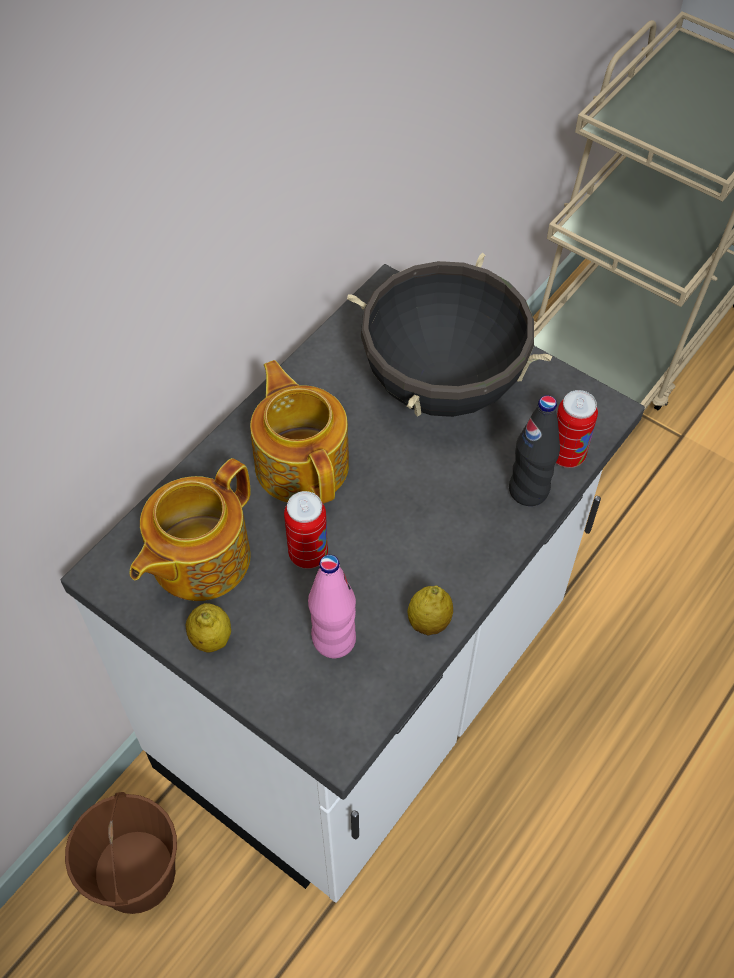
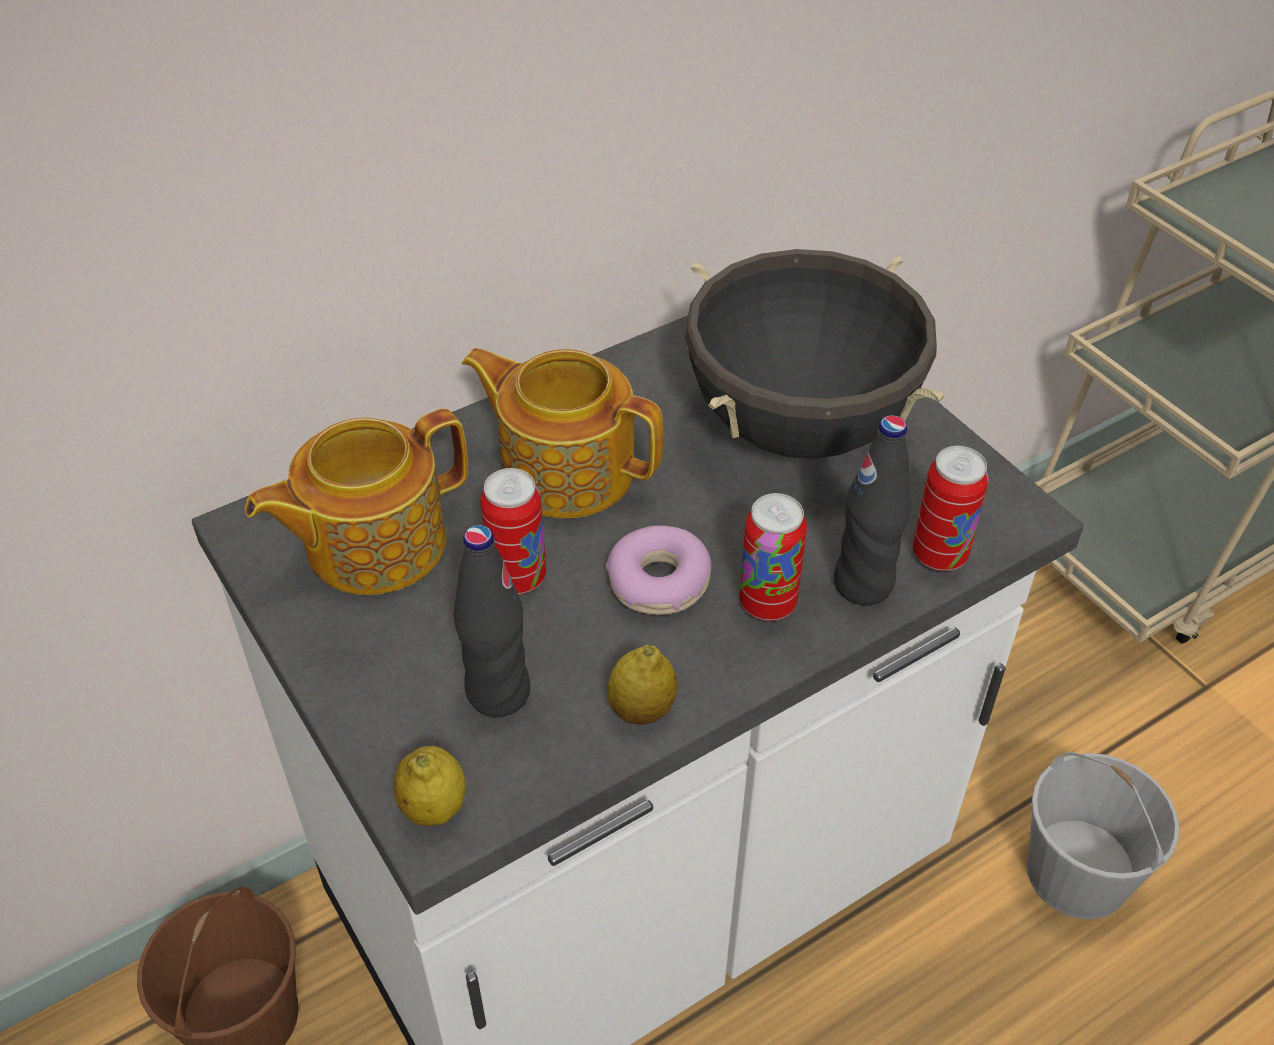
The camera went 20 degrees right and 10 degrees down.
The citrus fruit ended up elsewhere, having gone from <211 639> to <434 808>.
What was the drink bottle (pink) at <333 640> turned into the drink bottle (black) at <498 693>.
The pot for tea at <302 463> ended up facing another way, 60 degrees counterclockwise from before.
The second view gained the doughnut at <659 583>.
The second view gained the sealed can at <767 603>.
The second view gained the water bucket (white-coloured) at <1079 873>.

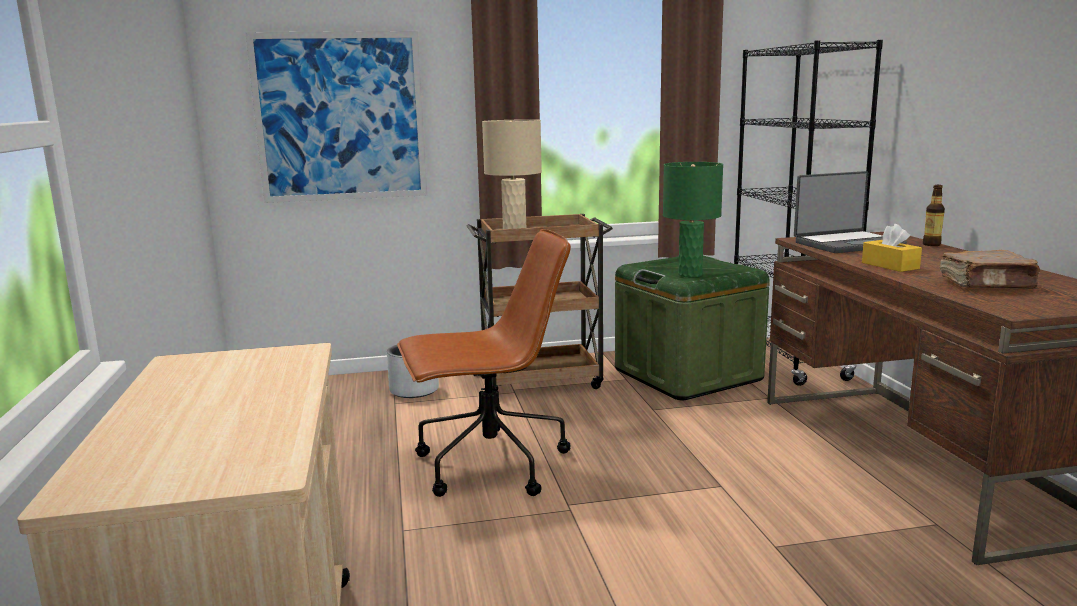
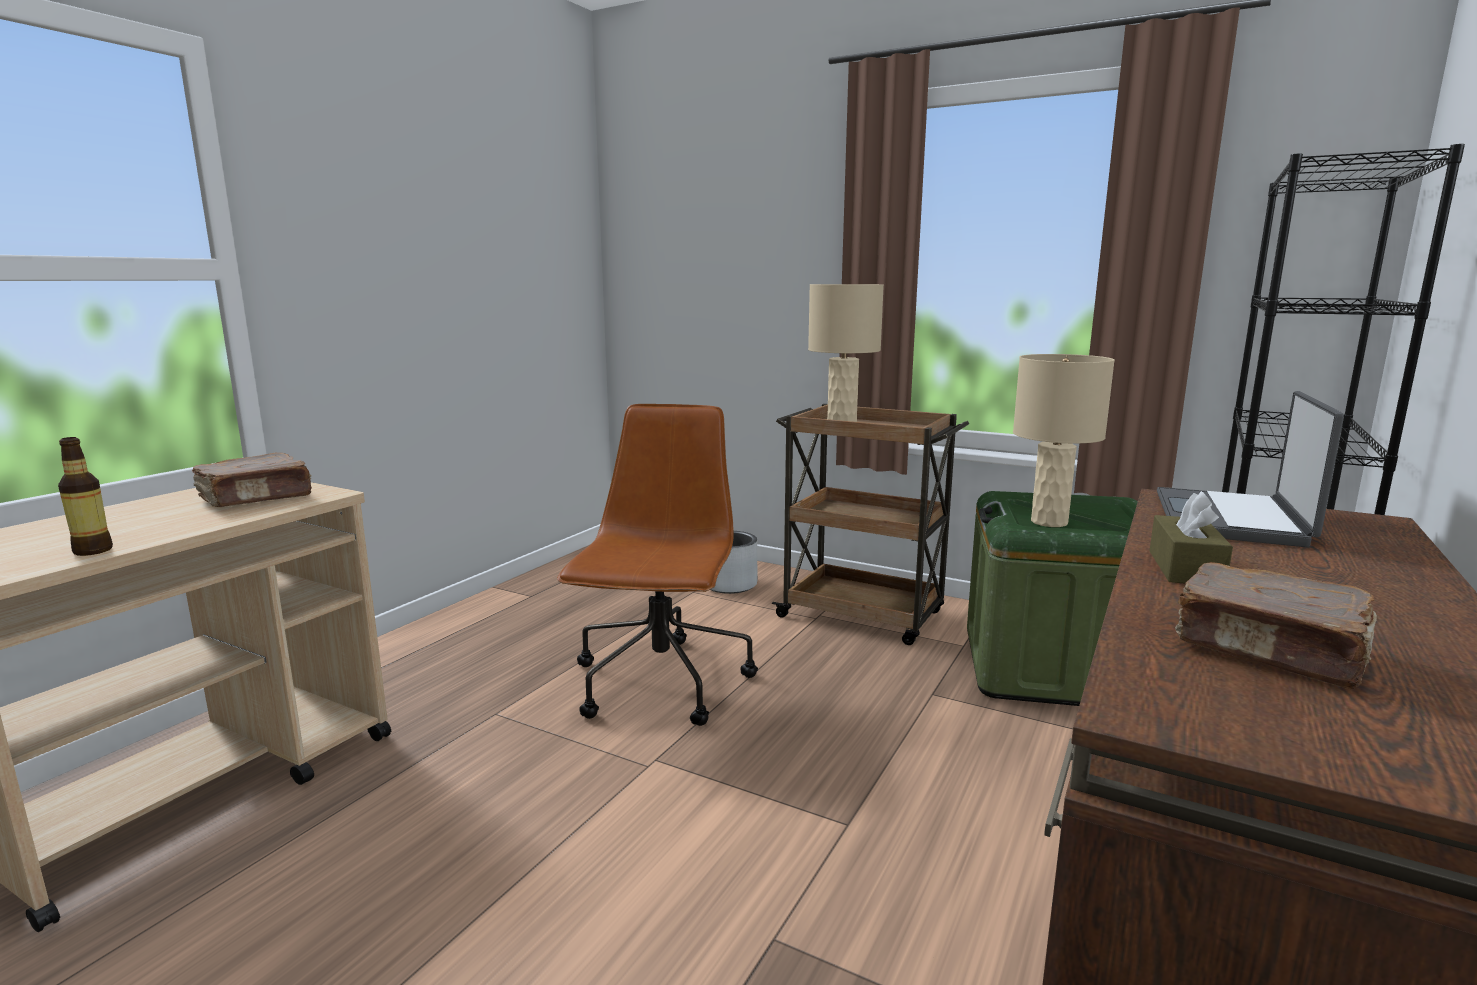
The camera went 40 degrees right and 0 degrees up.
The drink bottle ended up elsewhere, having gone from <931 244> to <93 551>.
The second view gained the book (brownish) at <257 498>.
The desk chair (brownish) at <489 465> ended up facing another way, 105 degrees counterclockwise from before.
What was the tabletop lamp (green) at <690 274> turned into the tabletop lamp (beige-coloured) at <1050 522>.
What was the tissue holder (yellow-coloured) at <890 265> turned into the tissue holder (brownish) at <1185 568>.
The notebook computer at <847 244> ended up facing another way, 90 degrees clockwise from before.
The second view lost the wall picture at <340 117>.

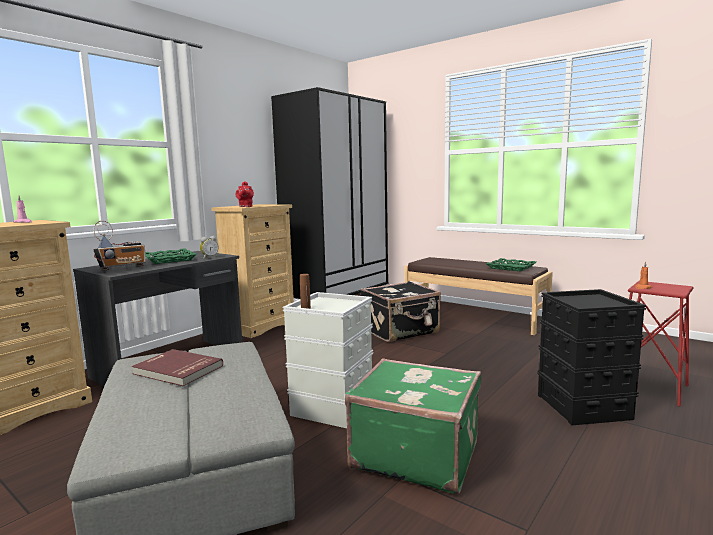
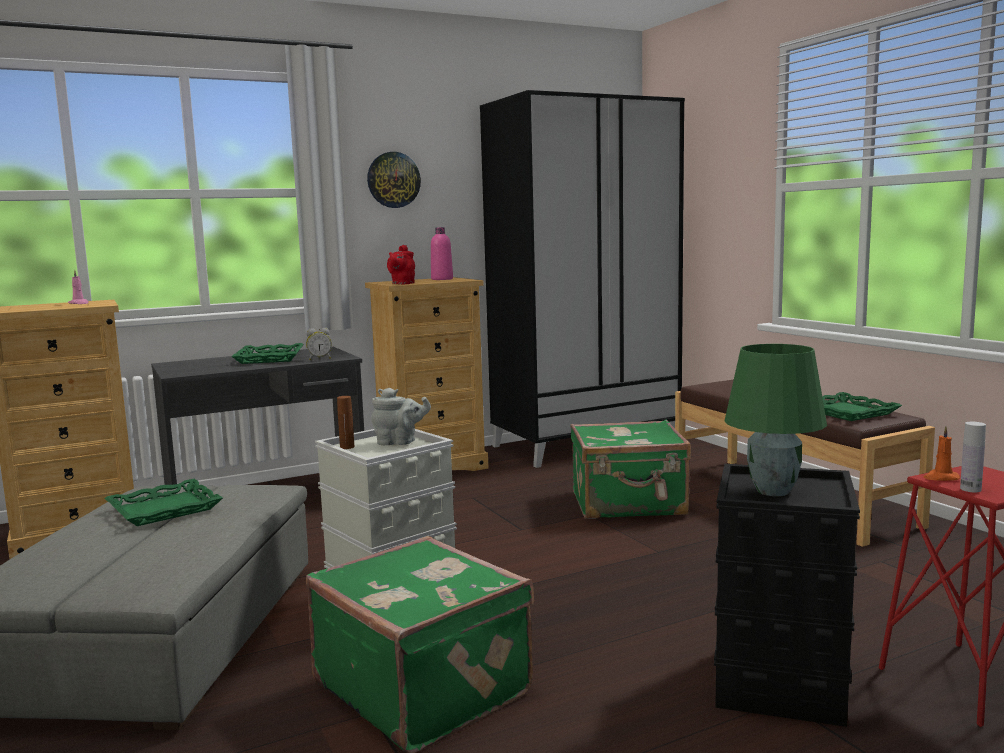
The camera went 25 degrees right and 0 degrees up.
Where the book (red) stood at <177 370>, the carrying tray (green) came to stand at <164 509>.
The second view gained the clock on the wall at <393 180>.
The second view gained the pot for tea (grey) at <399 442>.
The second view gained the drink bottle (pink) at <442 279>.
What was the travel case (black) at <401 331> turned into the travel case (green) at <629 504>.
The second view gained the tabletop lamp (green) at <772 491>.
The second view gained the drink bottle (white-coloured) at <970 489>.
The second view lost the radio at <123 269>.

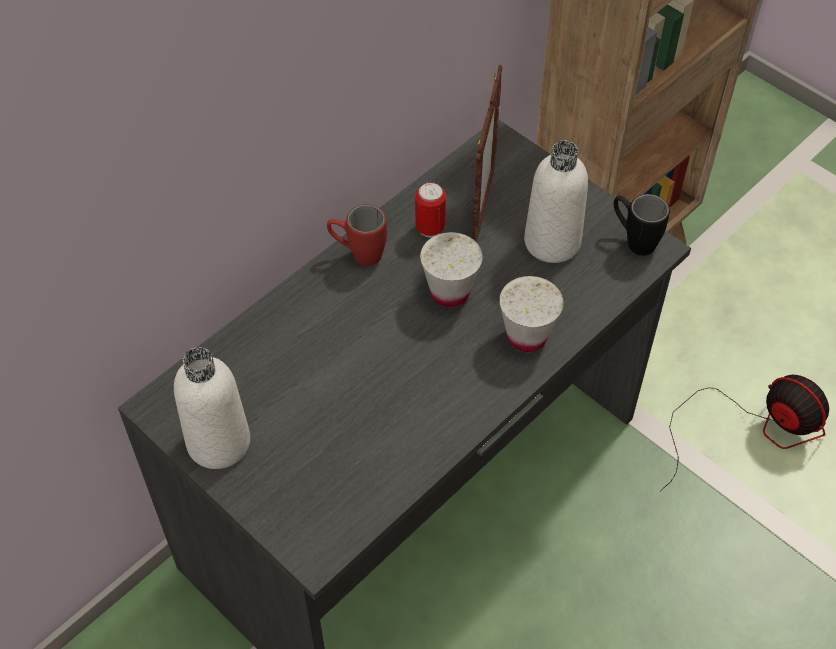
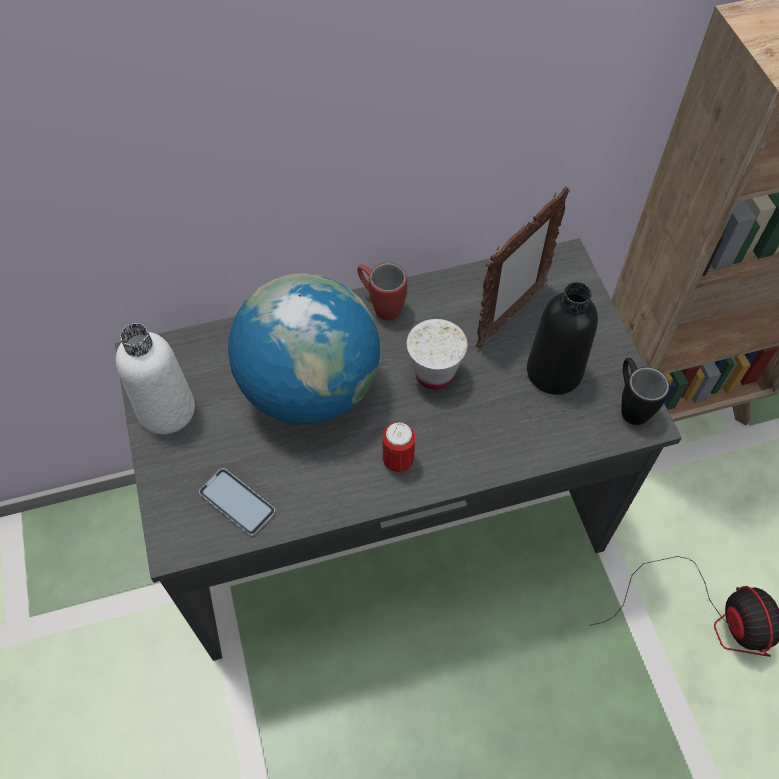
The camera went 30 degrees right and 5 degrees up.
The second view gained the handset at <237 502>.
The second view gained the desk globe at <310 387>.
The sealed can ended up elsewhere, having gone from <430 228> to <398 461>.
What was the drink bottle (white-coloured) at <552 242> turned into the drink bottle (black) at <554 372>.
The second view lost the drinking cup (white-coloured) at <527 337>.

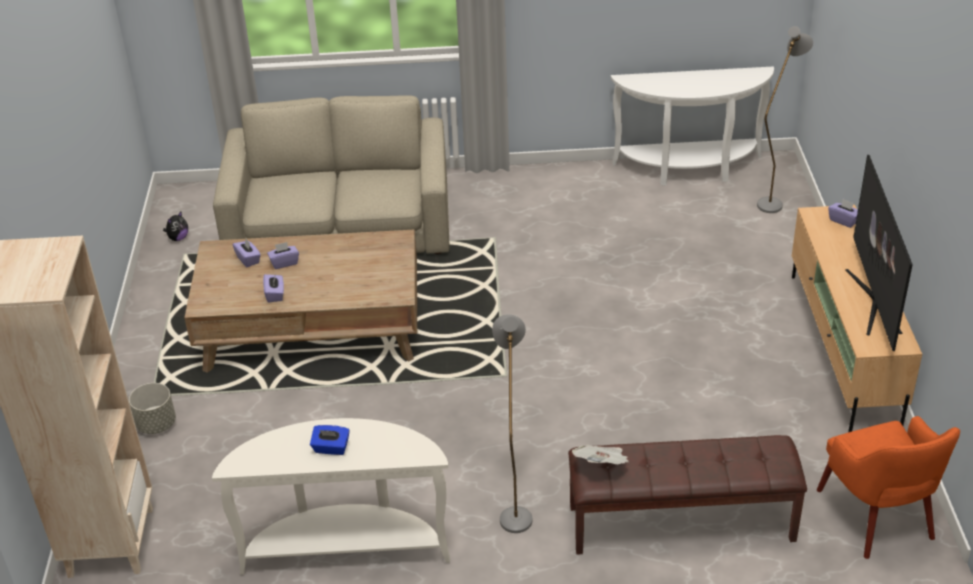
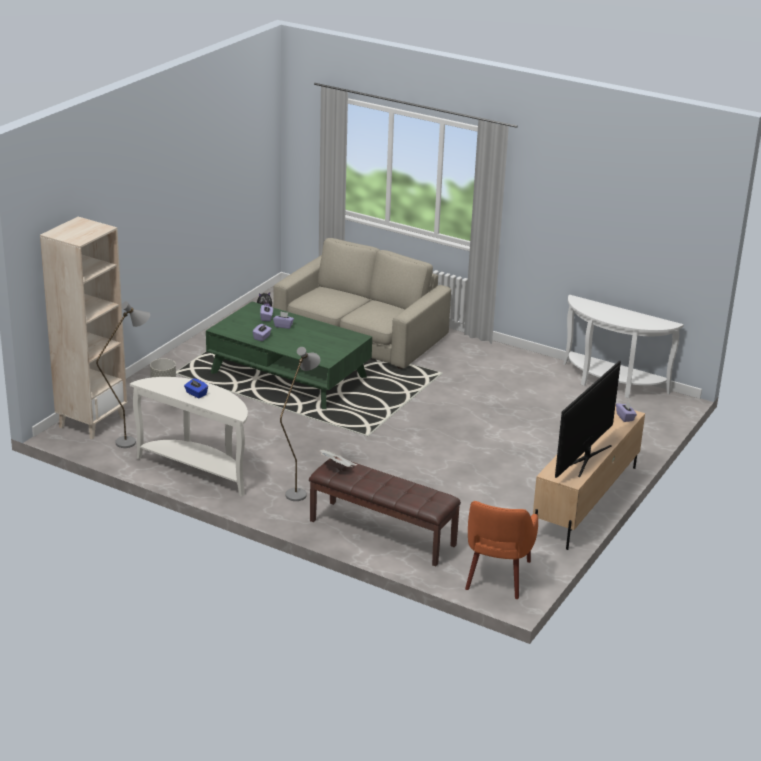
The camera went 30 degrees right and 10 degrees down.
The standing lamp (grey) ended up elsewhere, having gone from <773 201> to <133 441>.
What was the lounge table (brownish) at <312 327> turned into the lounge table (green) at <289 375>.

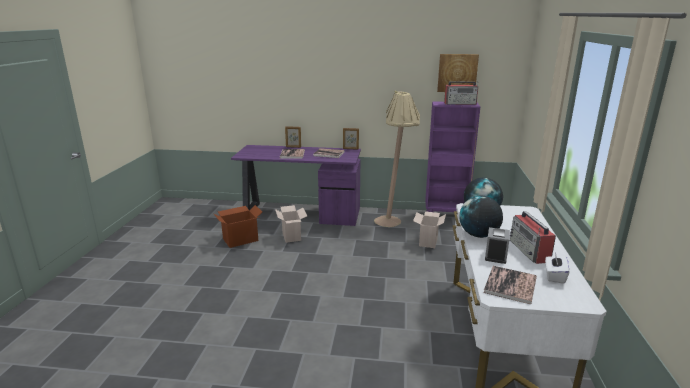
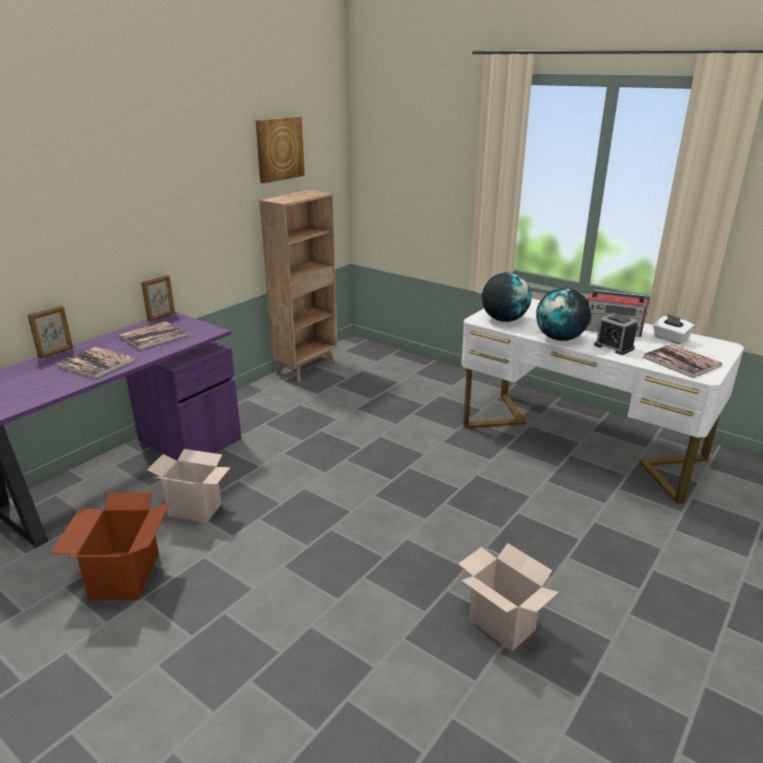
The camera went 60 degrees left and 5 degrees up.
What was the shelving unit (purplish) at <446 216> turned into the shelving unit (brownish) at <307 368>.
The carton ended up elsewhere, having gone from <427 241> to <499 624>.
The second view lost the standing lamp (beige-coloured) at <394 221>.
The second view lost the radio at <460 103>.

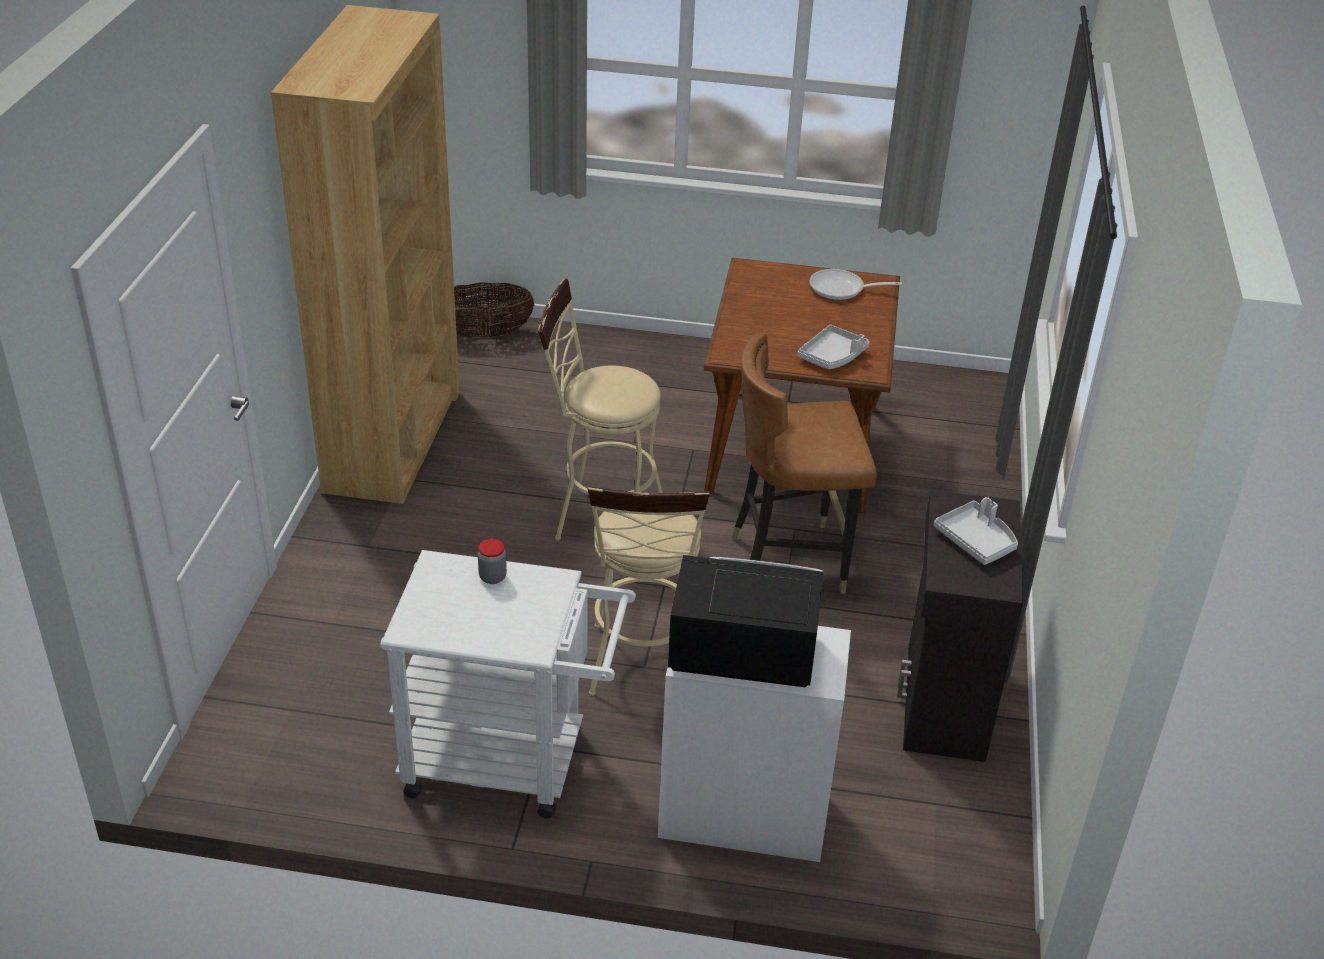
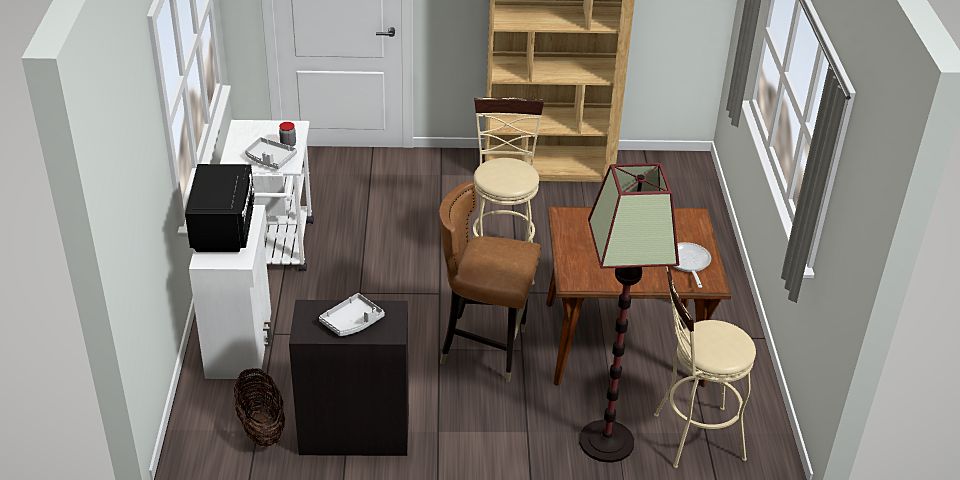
The camera went 80 degrees right and 0 degrees up.
The basket ended up elsewhere, having gone from <484 334> to <261 427>.
The carrying tray (grey) ended up elsewhere, having gone from <832 356> to <270 159>.
The upright chair (brownish) at <790 560> ended up facing another way, 60 degrees counterclockwise from before.
The second view gained the standing lamp at <607 441>.
The stool seat (beige-coloured) ended up elsewhere, having gone from <642 669> to <690 438>.

